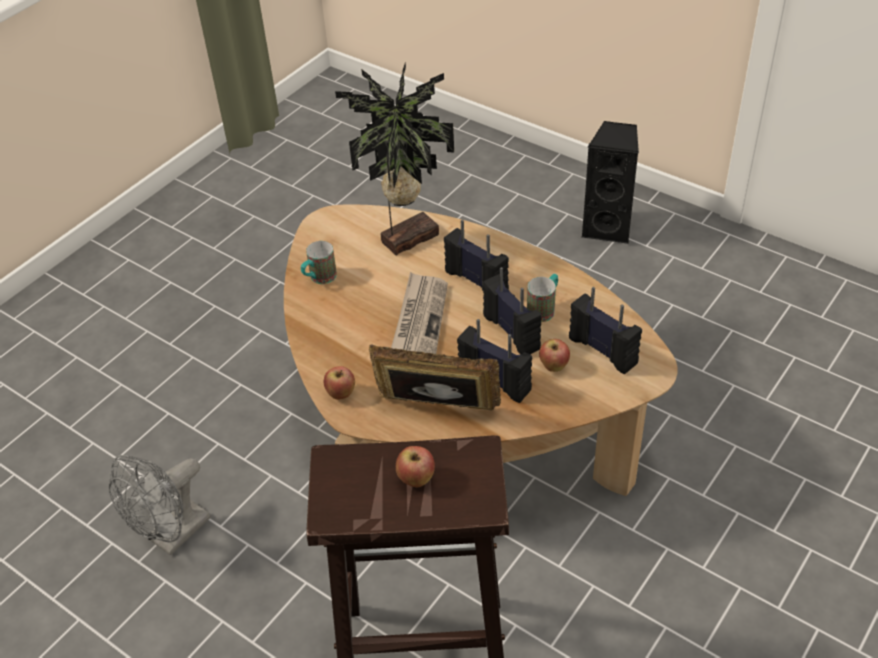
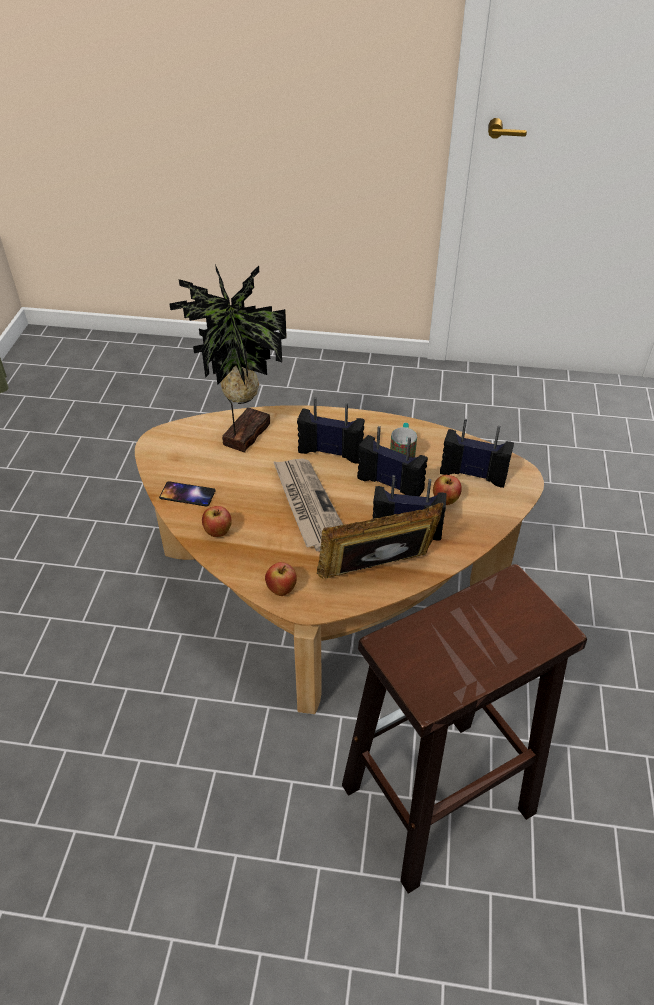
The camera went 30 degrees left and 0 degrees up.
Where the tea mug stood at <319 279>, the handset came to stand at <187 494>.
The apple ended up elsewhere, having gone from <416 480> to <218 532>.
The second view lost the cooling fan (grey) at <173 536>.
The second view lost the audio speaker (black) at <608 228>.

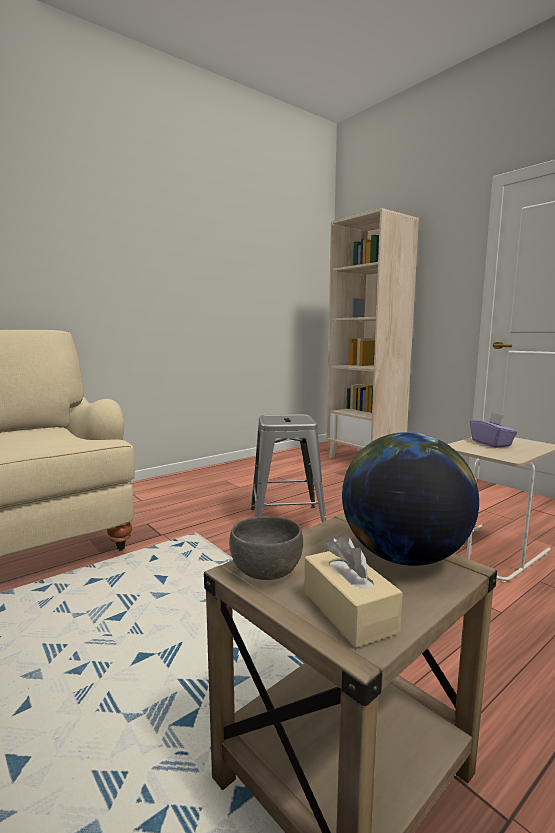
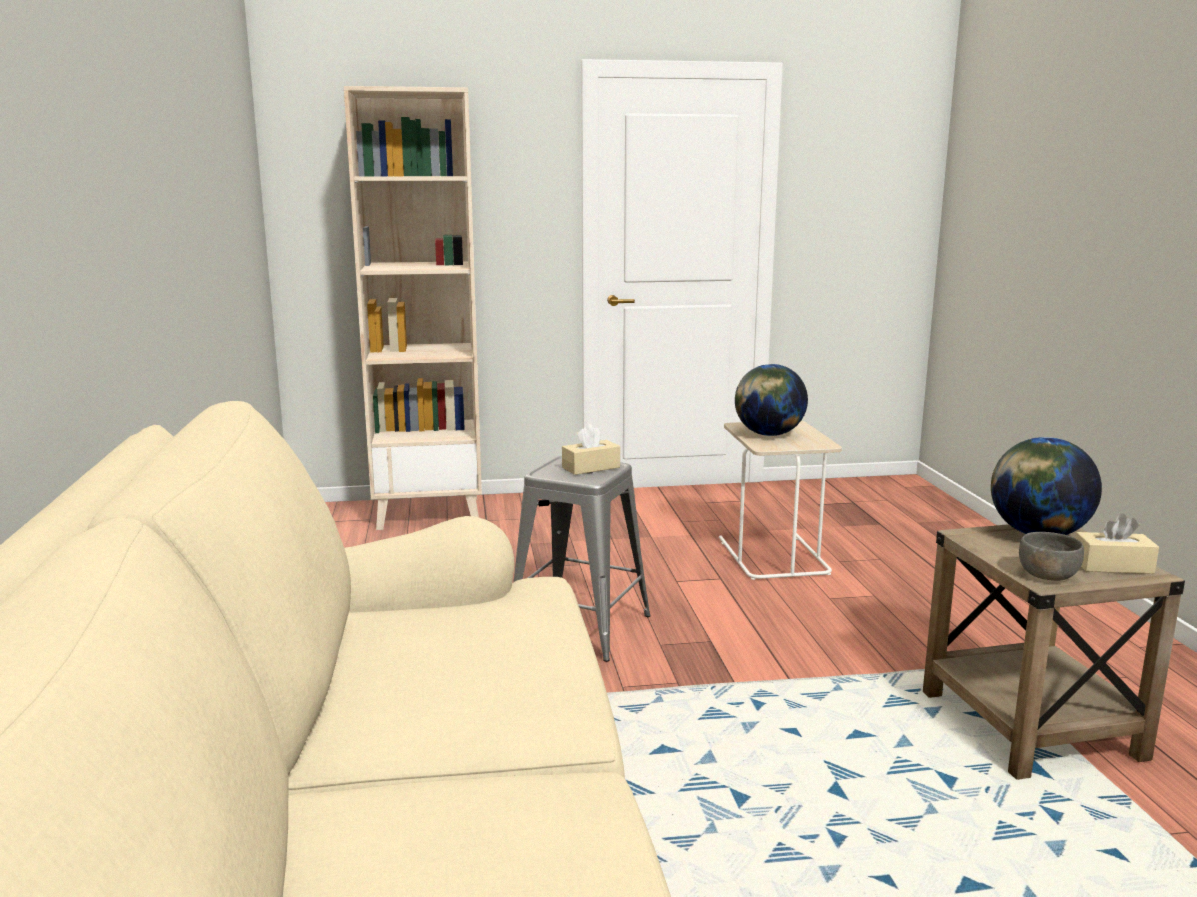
The camera went 60 degrees left and 5 degrees up.
The second view gained the tissue holder (beige-coloured) at <591 467>.
Where the tissue holder (purplish) stood at <491 443>, the desk globe came to stand at <768 434>.

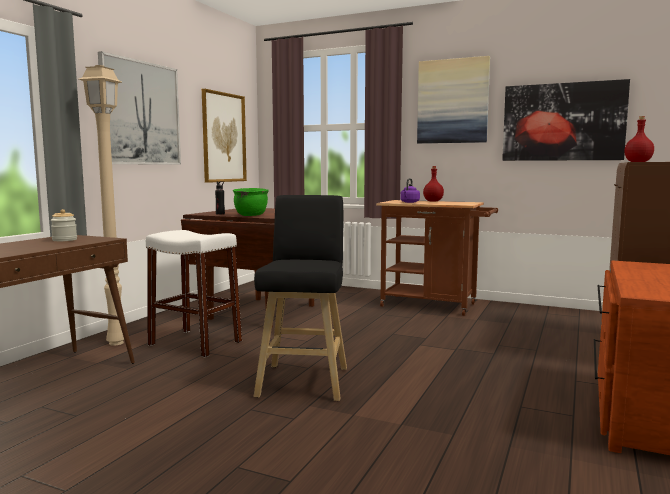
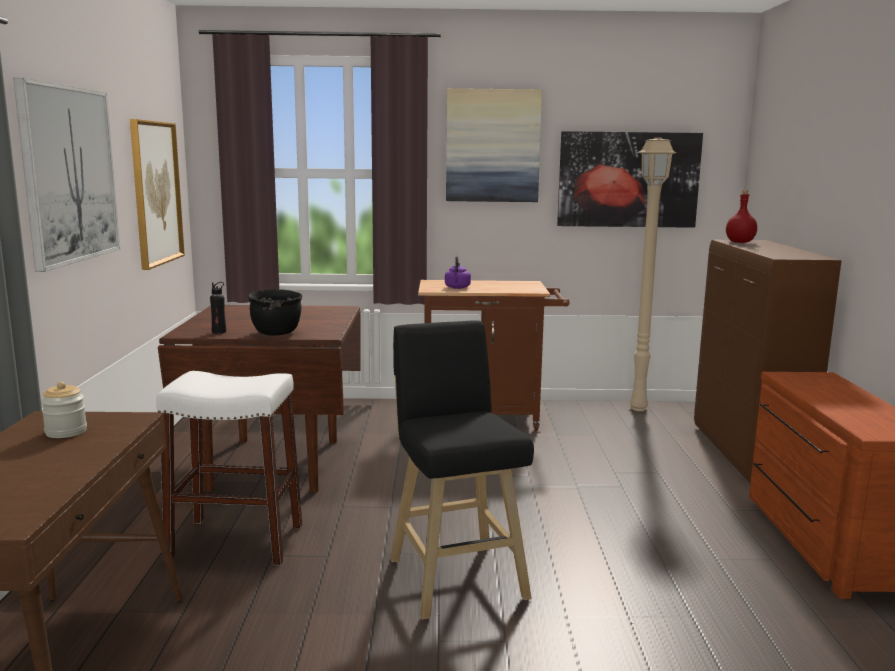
The camera went 25 degrees left and 5 degrees up.
What was the cooking pot (green) at <251 215> turned into the cooking pot (black) at <277 333>.
The standing lamp (beige-coloured) ended up elsewhere, having gone from <118 342> to <639 408>.
The second view lost the drink bottle (red) at <432 201>.

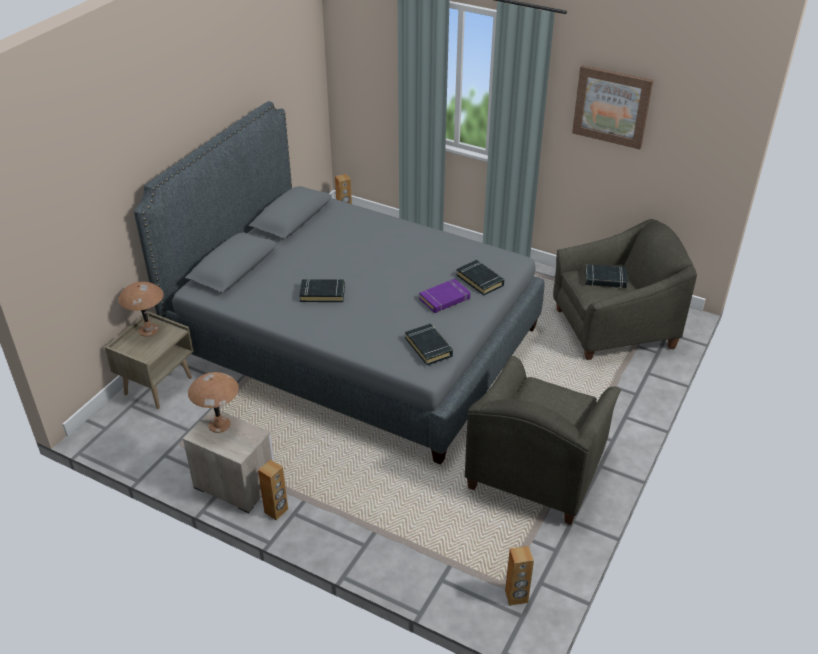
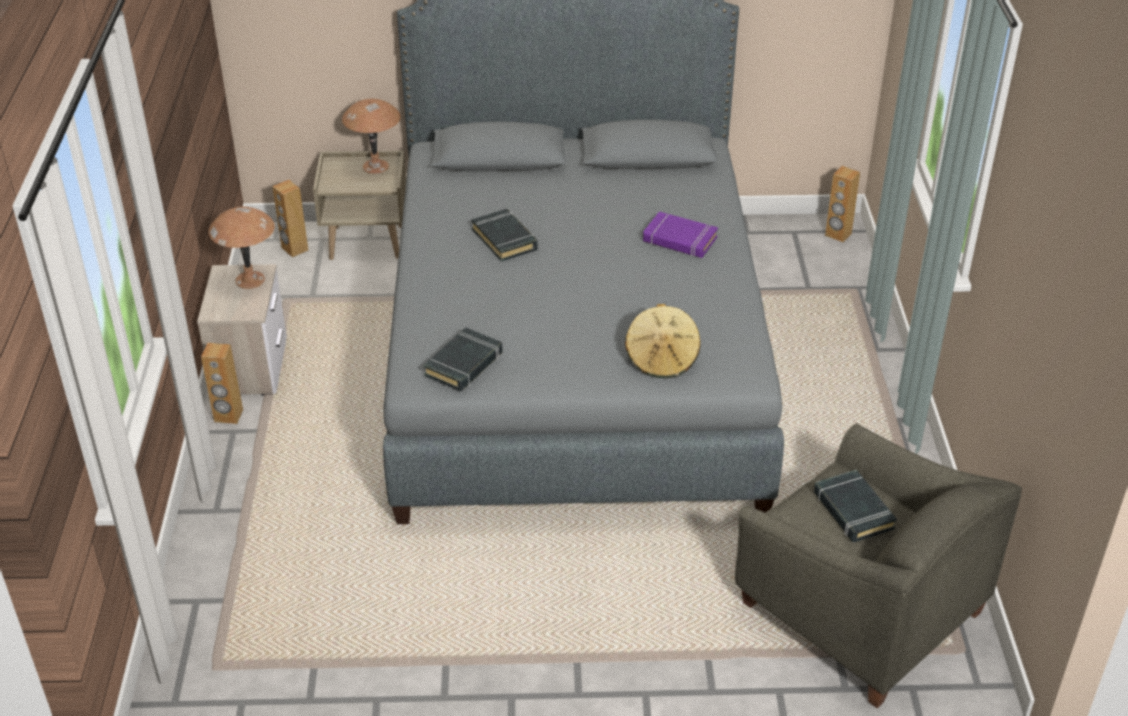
The camera went 60 degrees right and 0 degrees up.
The audio speaker (brownish) ended up elsewhere, having gone from <516 597> to <294 249>.
Where the book (black) stood at <480 280>, the hat (beige-coloured) came to stand at <662 360>.
The book (purplish) ended up elsewhere, having gone from <445 299> to <679 240>.
The second view lost the easy chair (grey) at <536 468>.
The second view lost the wall picture at <612 106>.

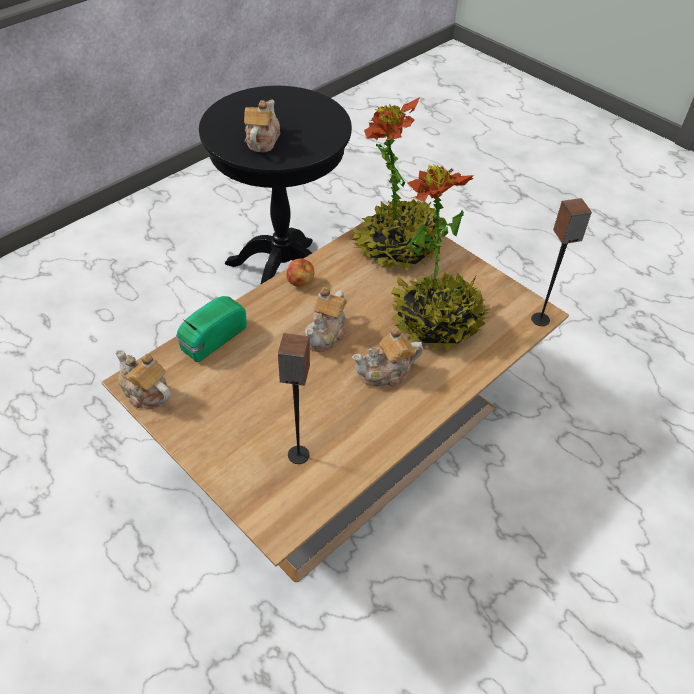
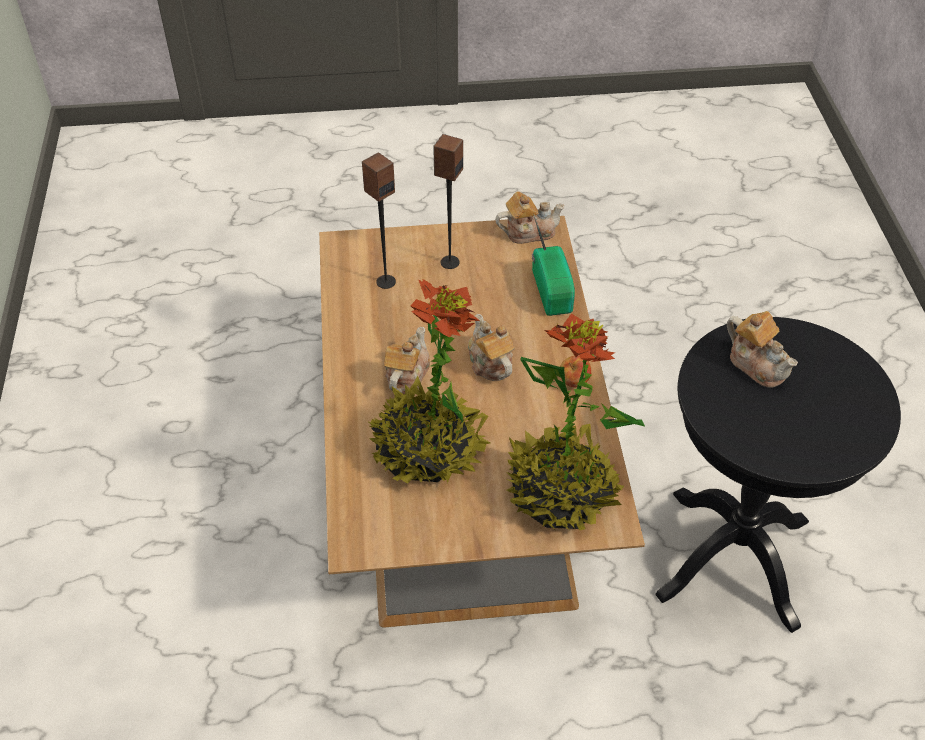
The camera went 130 degrees right and 0 degrees up.
The audio speaker ended up elsewhere, having gone from <540 320> to <449 262>.

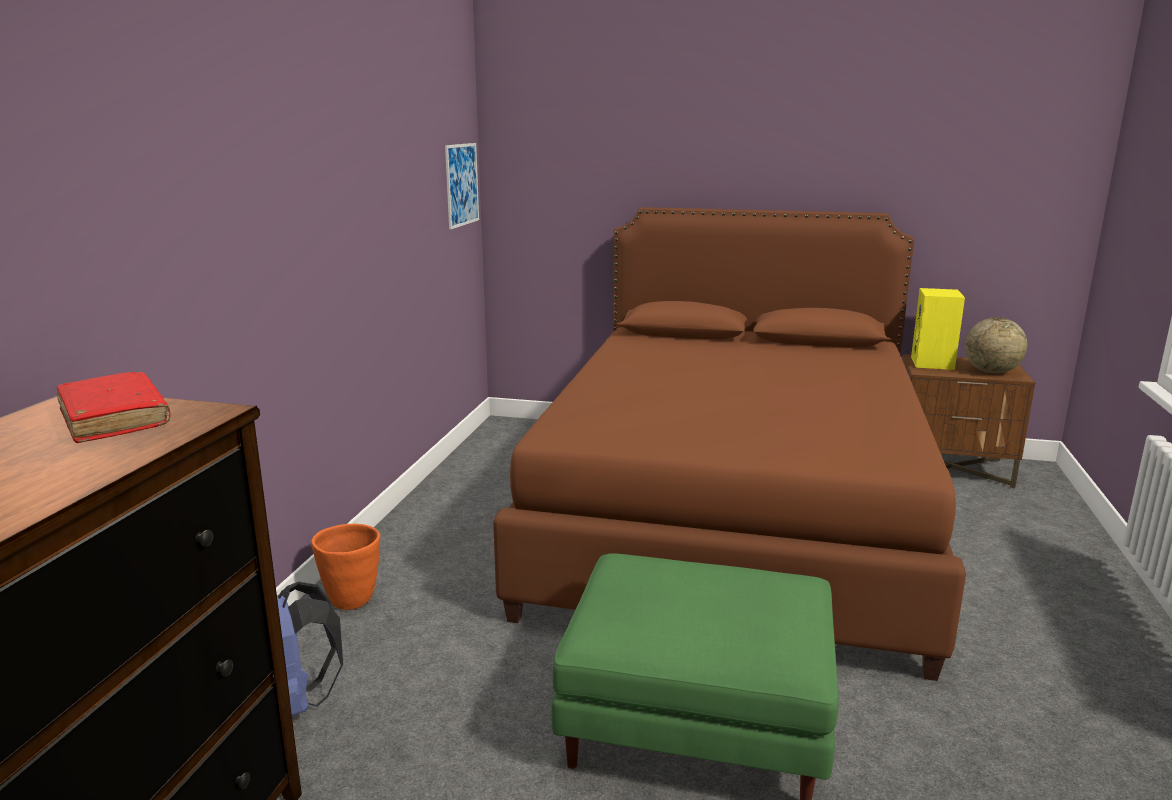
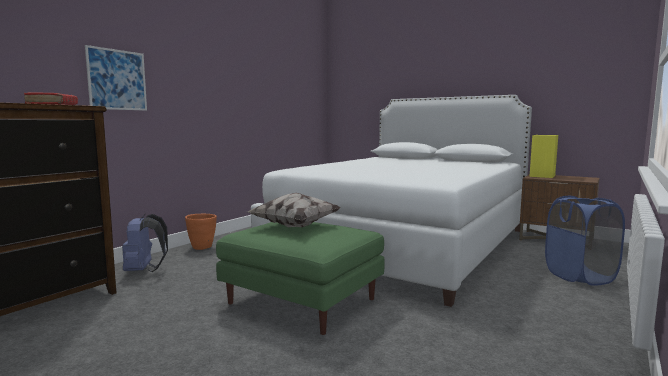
The camera went 20 degrees right and 10 degrees down.
The wall picture ended up elsewhere, having gone from <462 184> to <117 80>.
The second view gained the cushion at <295 225>.
What was the bed (brownish) at <732 519> turned into the bed (white-coloured) at <405 244>.
The second view gained the washing basket (blue-coloured) at <580 276>.
The second view lost the desk globe at <991 372>.

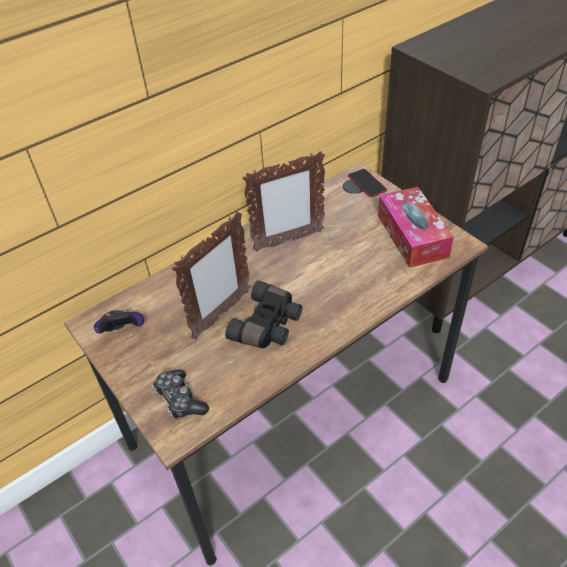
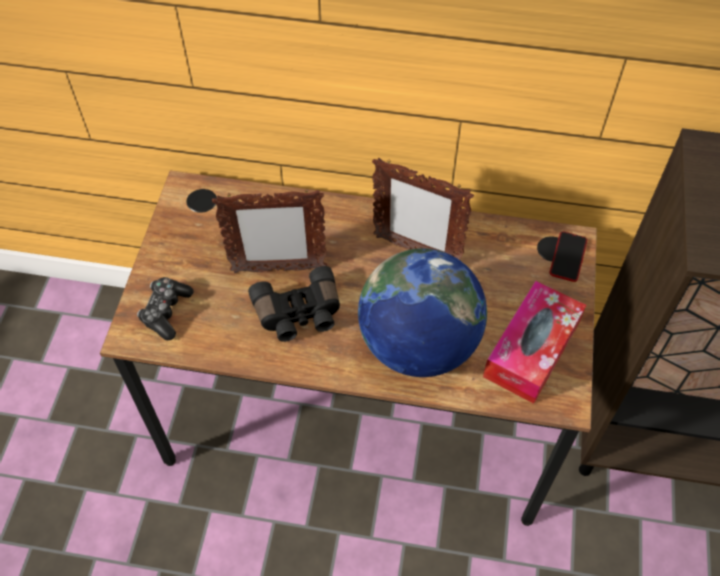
The camera went 45 degrees right and 10 degrees up.
The second view gained the desk globe at <418 344>.
The second view lost the joypad at <124 331>.

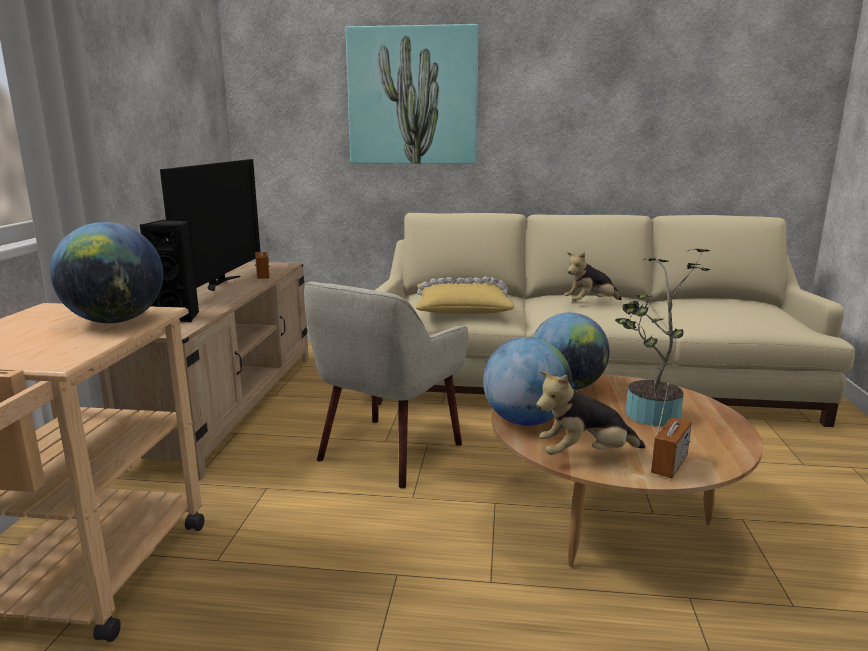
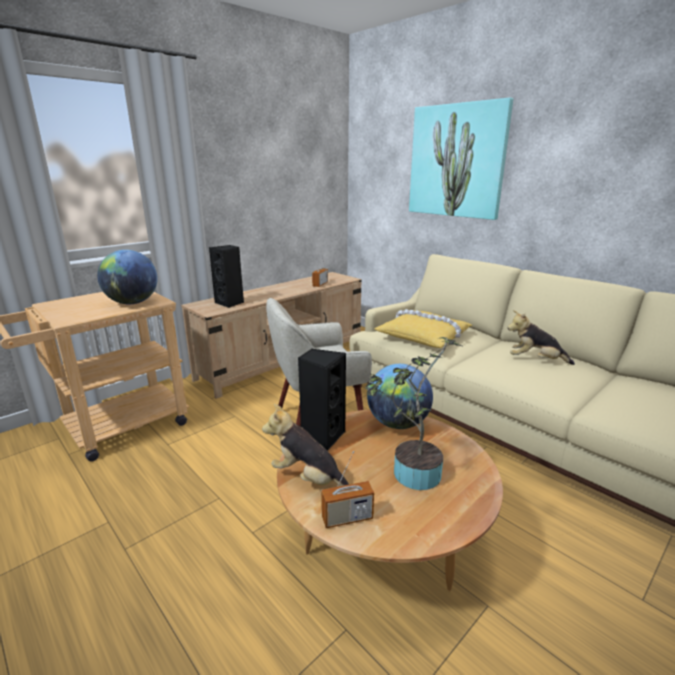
The camera went 40 degrees right and 5 degrees up.
Where the desk globe stood at <525 421>, the audio speaker (black) came to stand at <322 436>.
The second view lost the TV set at <221 283>.

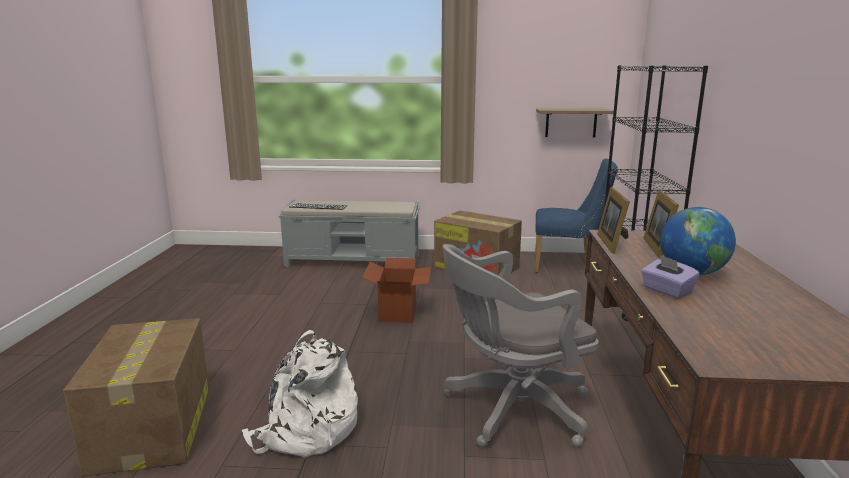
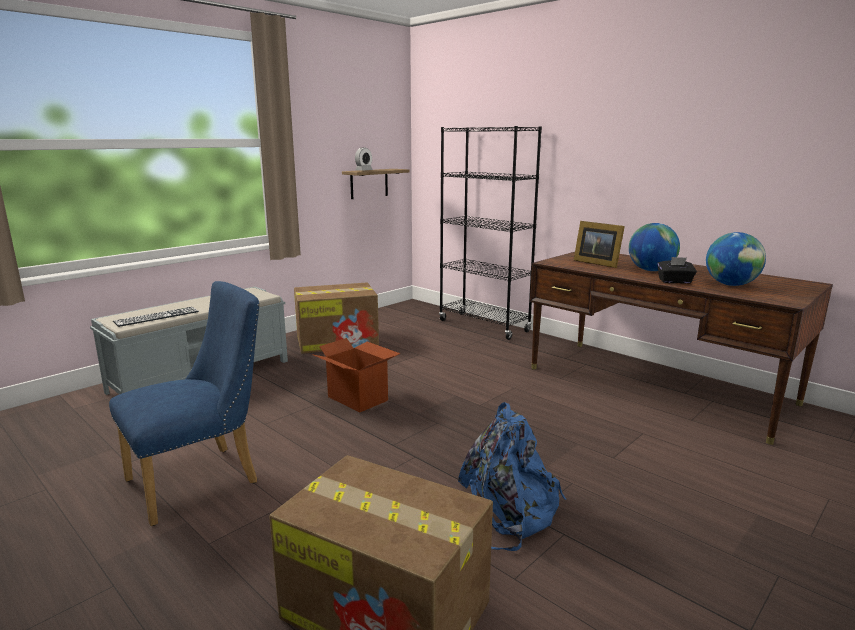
The camera went 50 degrees left and 0 degrees up.
The upright chair (blue-coloured) ended up elsewhere, having gone from <569 266> to <203 480>.
The second view gained the alarm clock at <364 170>.
What was the backpack (white-coloured) at <306 431> turned into the backpack (blue-coloured) at <507 512>.
What was the tissue holder (purplish) at <666 291> turned into the tissue holder (black) at <675 281>.
The second view gained the desk globe at <731 285>.
The second view lost the desk chair (grey) at <511 410>.
The second view lost the standing frame at <613 243>.

